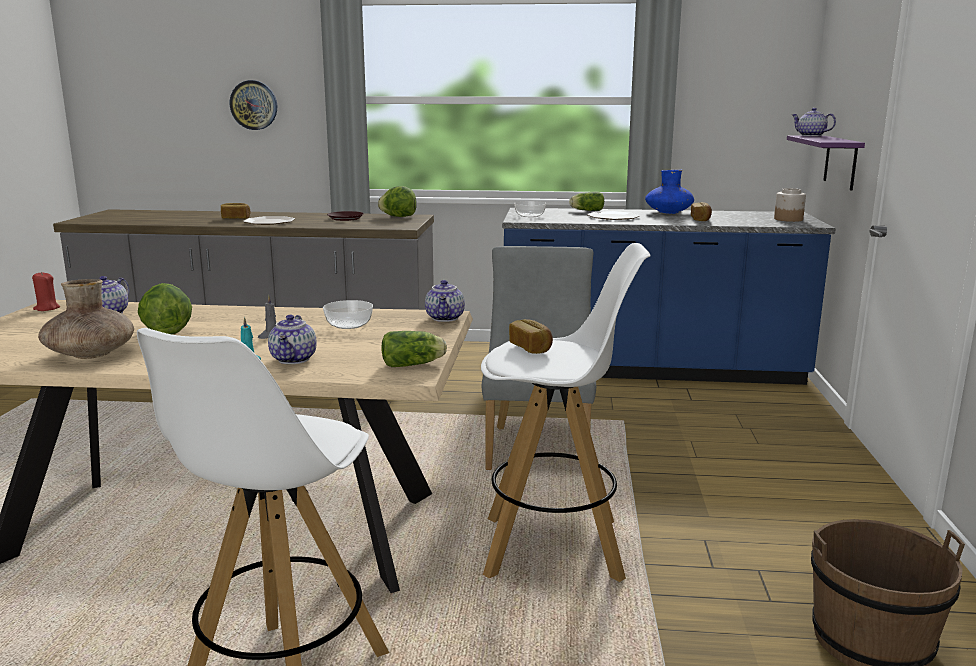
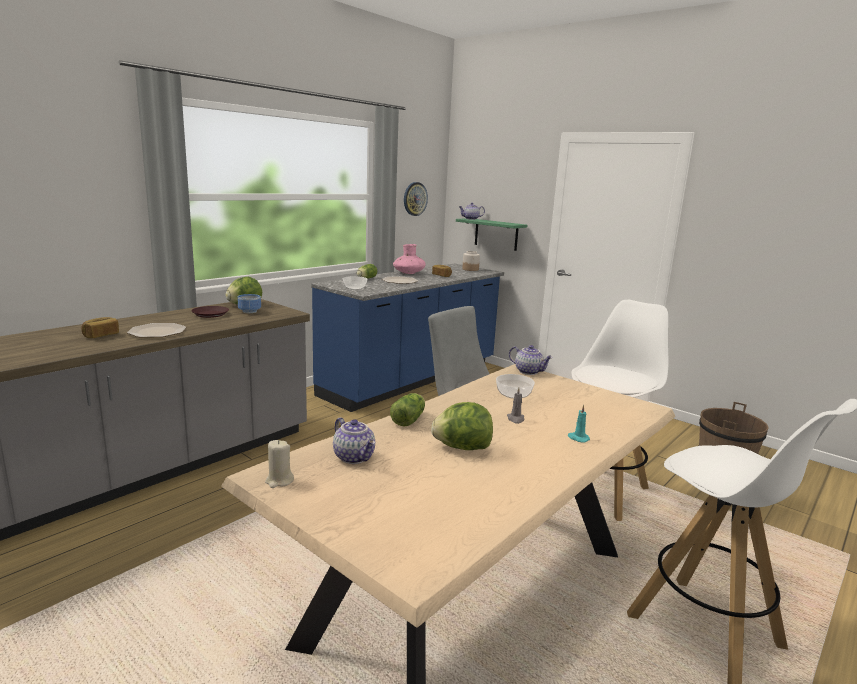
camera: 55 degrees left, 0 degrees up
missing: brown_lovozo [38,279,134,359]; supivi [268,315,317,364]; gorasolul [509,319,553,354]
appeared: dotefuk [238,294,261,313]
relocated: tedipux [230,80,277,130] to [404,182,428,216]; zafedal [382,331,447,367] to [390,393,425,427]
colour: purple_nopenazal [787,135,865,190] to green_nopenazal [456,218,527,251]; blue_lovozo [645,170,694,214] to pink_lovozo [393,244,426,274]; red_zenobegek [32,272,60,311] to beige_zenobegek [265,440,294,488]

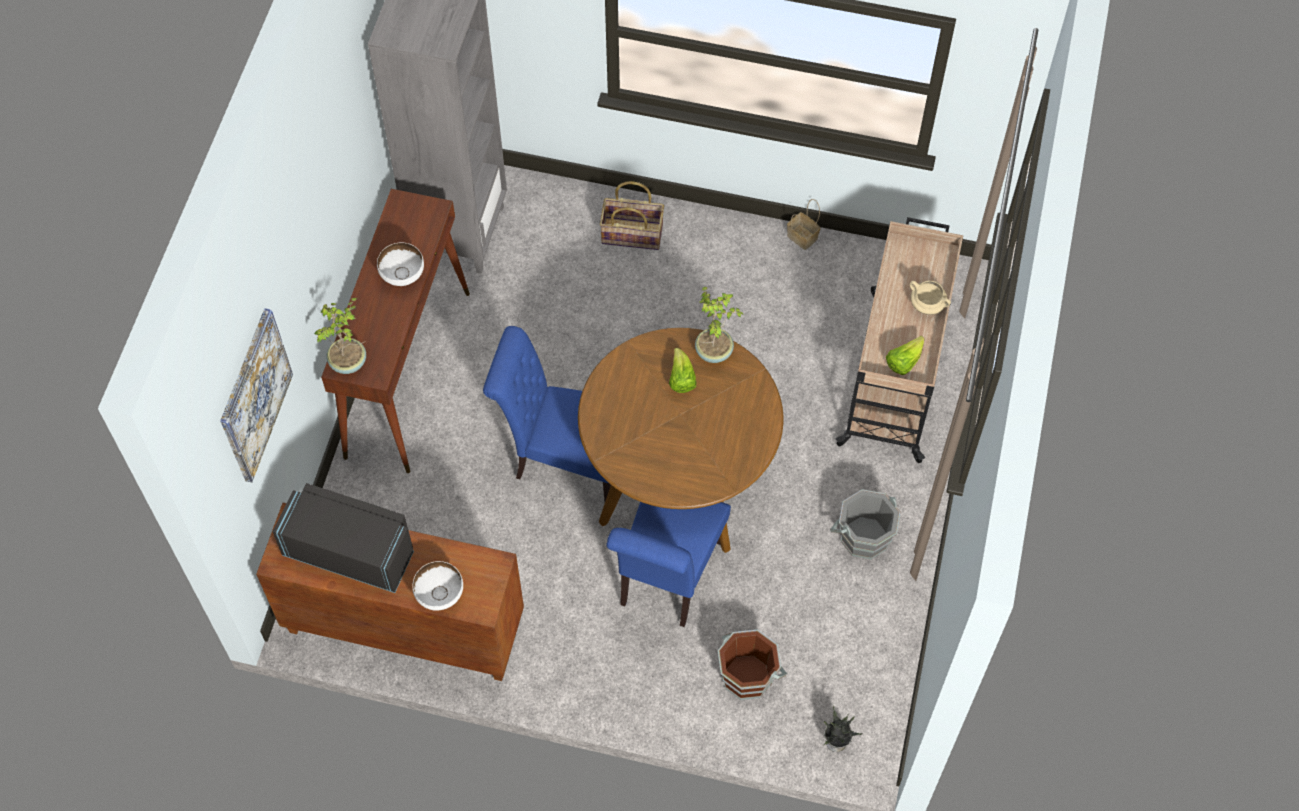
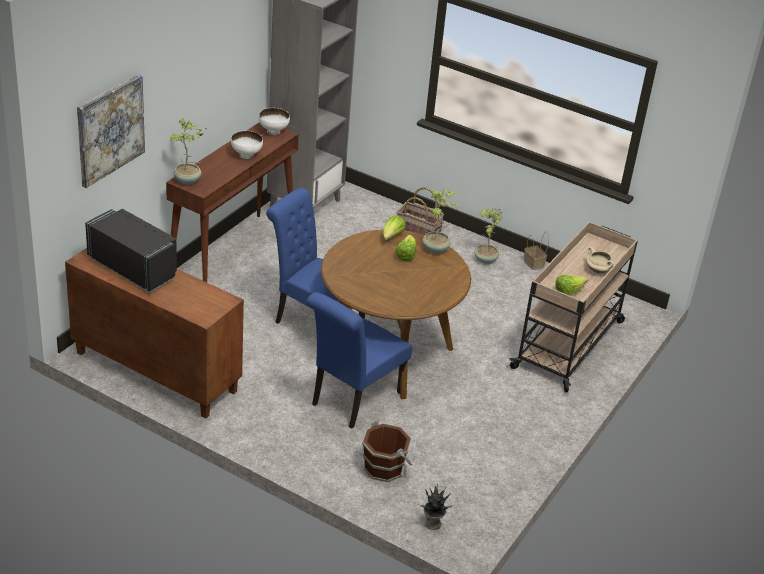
camera: 15 degrees right, 25 degrees down
missing: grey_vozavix [830,489,900,559]
appeared: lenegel [474,208,503,264]; zafedal [383,215,406,240]
relocated: white_dotefuk [412,561,463,611] to [259,108,290,135]

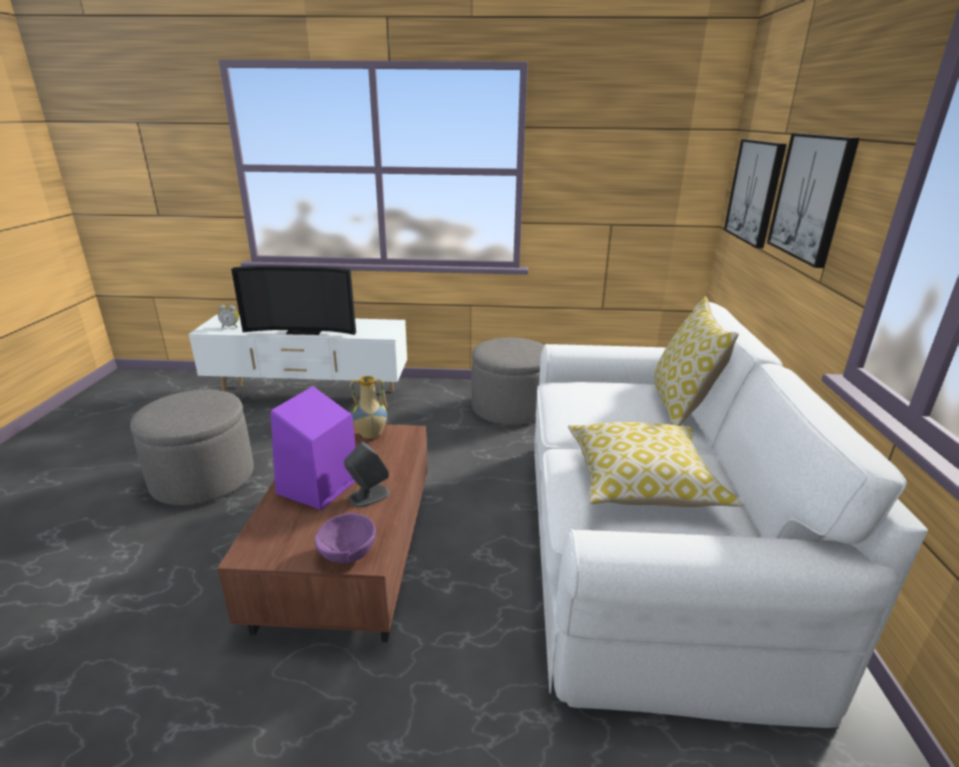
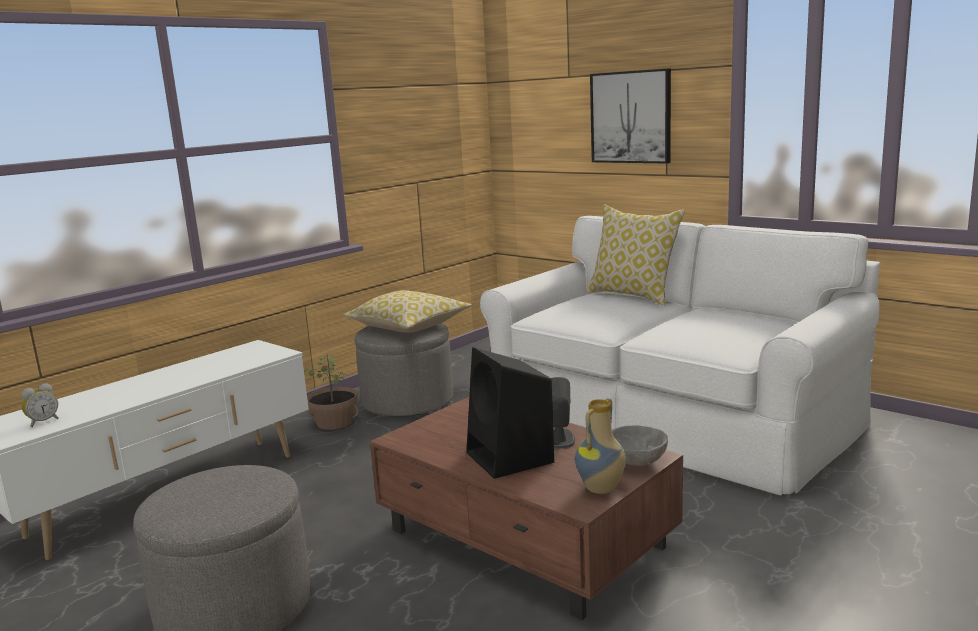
camera: 50 degrees left, 10 degrees down
missing: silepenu [724,139,787,248]; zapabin [231,266,356,335]
appeared: lenegel [304,352,359,430]
relocated: lovozo [350,376,387,439] to [575,398,626,494]; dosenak [568,422,743,507] to [344,290,471,332]
colour: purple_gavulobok [271,386,356,510] to black_gavulobok [466,347,554,479]; purple_dotefuk [315,513,376,563] to grey_dotefuk [612,425,668,466]

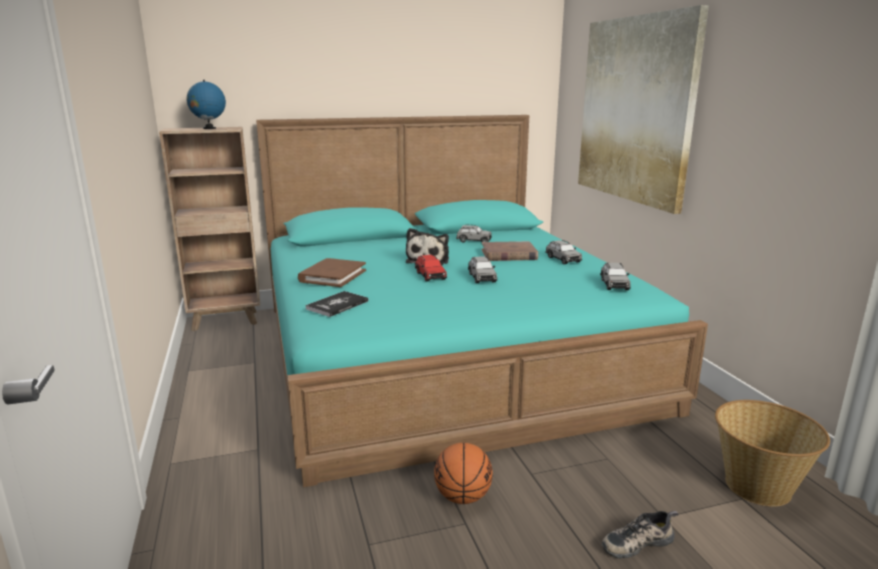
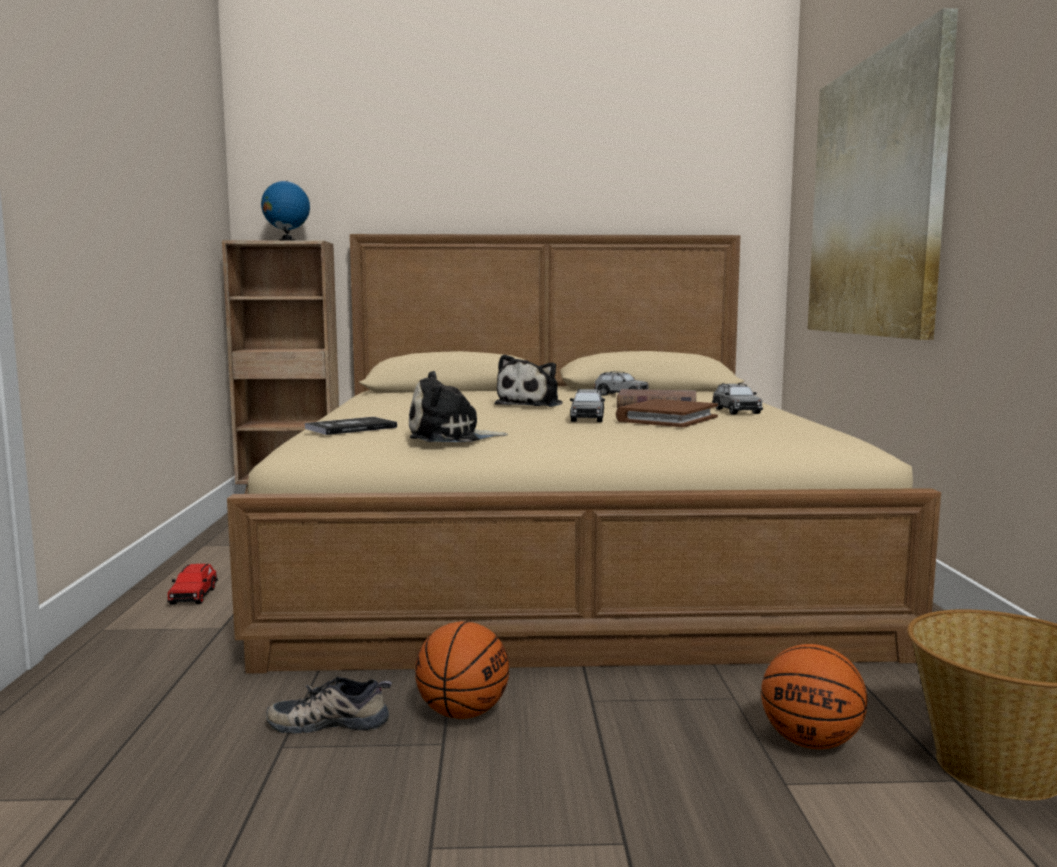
camera: 15 degrees right, 10 degrees down
missing: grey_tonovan [600,263,631,290]
appeared: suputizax [409,371,508,442]; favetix [761,644,867,749]
relocated: red_tonovan [415,255,447,282] to [167,564,218,605]; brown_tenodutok [298,258,366,287] to [616,399,718,427]; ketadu [602,511,679,558] to [266,677,392,734]
colour: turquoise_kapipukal [256,115,708,487] to beige_kapipukal [227,234,941,674]

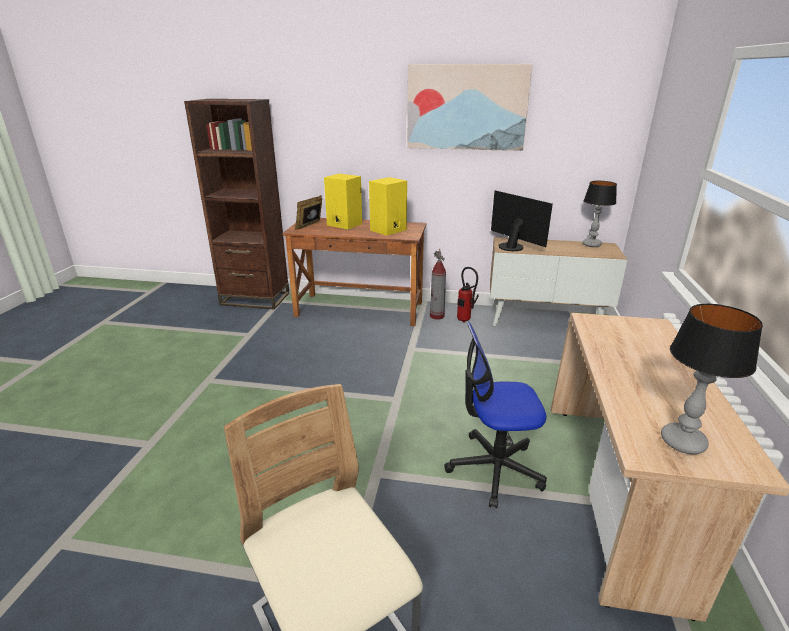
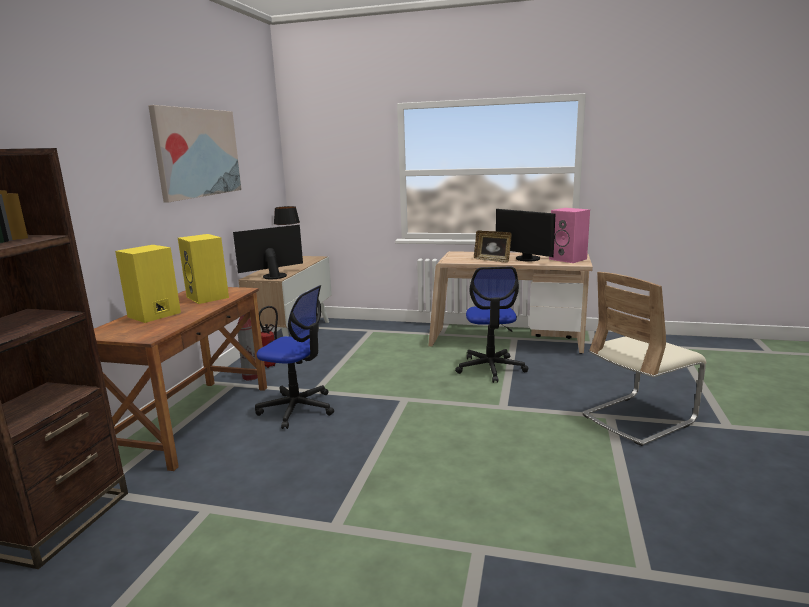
camera: 85 degrees left, 10 degrees down
appeared: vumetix [496,209,555,261]; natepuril [255,285,334,429]
relocated: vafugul [295,195,322,230] to [474,230,511,263]
exchanged: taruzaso [661,303,763,454] to pink_gavulobok [549,208,590,263]

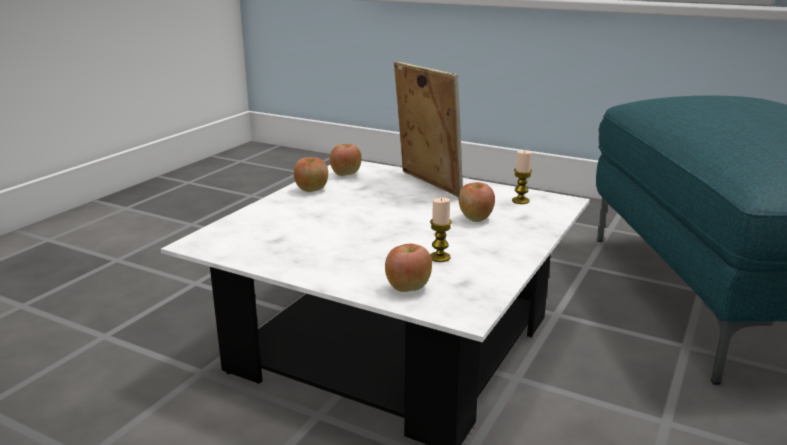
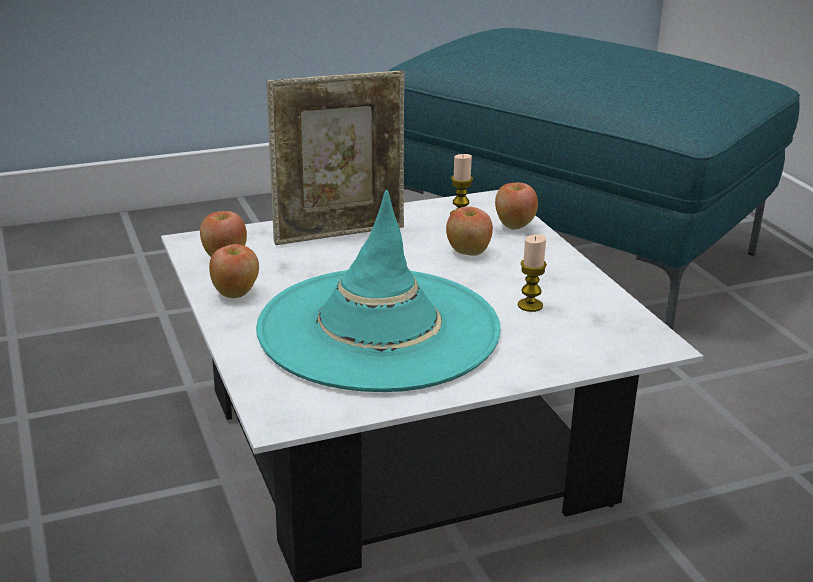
camera: 50 degrees left, 5 degrees up
appeared: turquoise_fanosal [256,190,500,392]
relocated: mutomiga [385,244,432,292] to [495,183,538,229]
spun: vafugul [394,61,463,197] = [266,71,405,245] 150 degrees clockwise

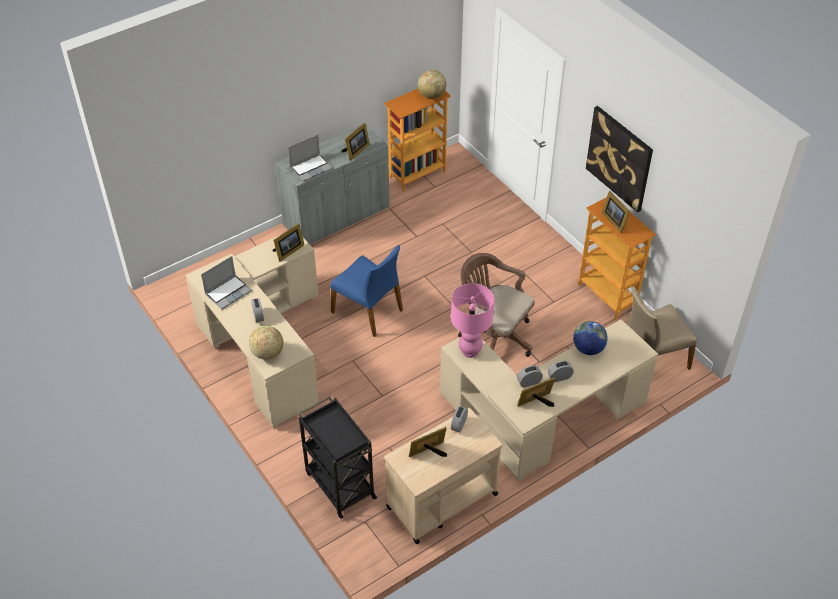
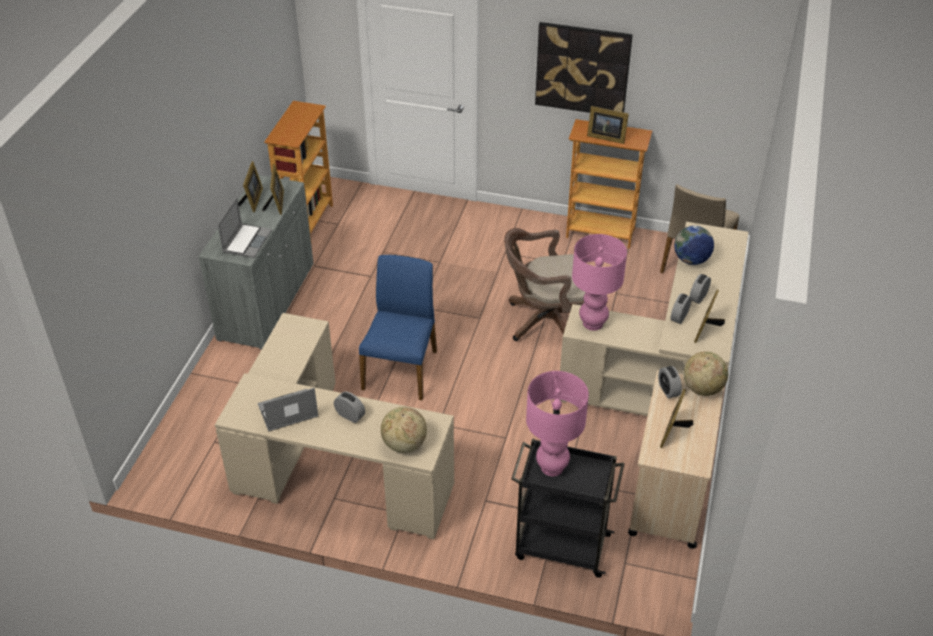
camera: 40 degrees left, 5 degrees down
appeared: pink_taruzaso [526,371,589,476]
relocated: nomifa [418,70,446,99] to [683,352,728,396]; vafugul [273,223,304,262] to [238,161,263,212]
spun: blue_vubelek [330,245,403,337] = [359,255,437,400] 75 degrees counterclockwise; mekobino [201,256,252,309] = [258,388,318,431] 120 degrees counterclockwise

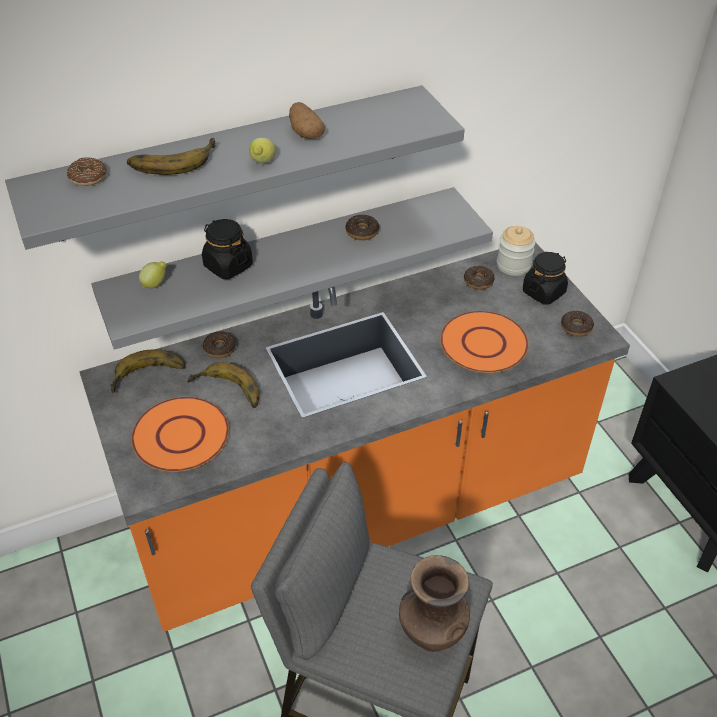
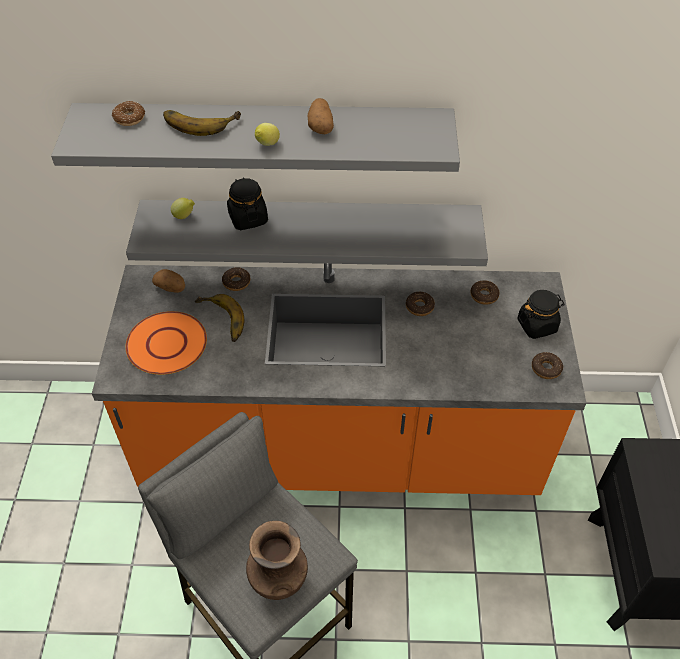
camera: 25 degrees right, 5 degrees up
missing: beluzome [497,226,535,276]; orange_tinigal [440,311,528,373]
relocated: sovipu [346,215,379,240] to [406,292,435,316]
exchanged: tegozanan [110,349,185,393] to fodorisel [152,269,185,293]

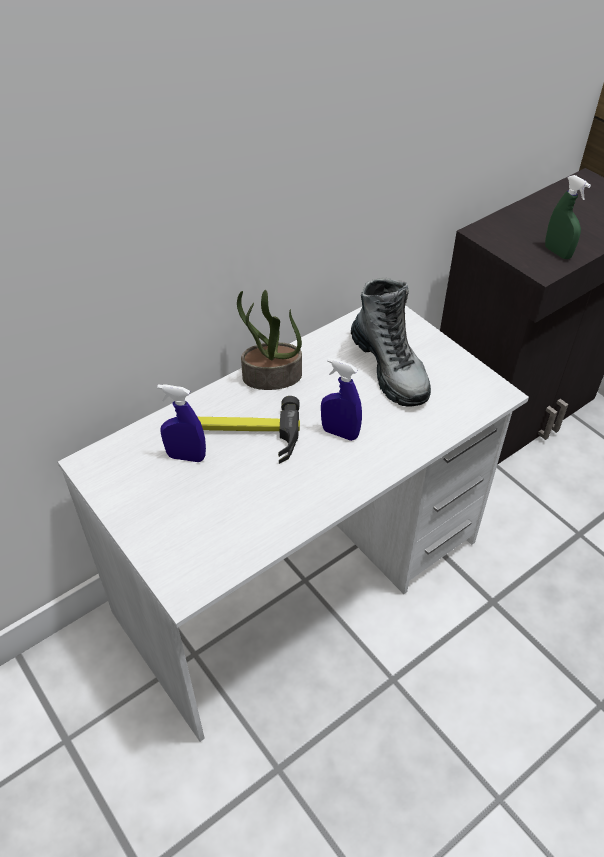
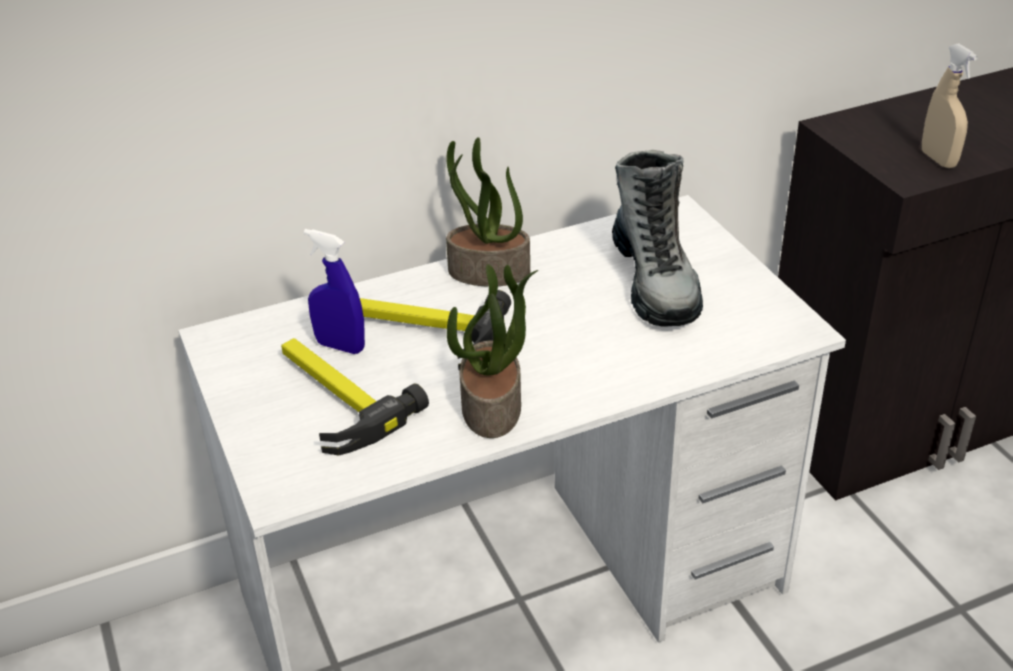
camera: 15 degrees right, 10 degrees down
missing: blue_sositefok [321,358,362,441]
appeared: lenegel [447,264,538,438]; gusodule [281,338,429,456]
colour: green_sositefok [545,175,591,259] to beige_sositefok [922,43,978,168]

